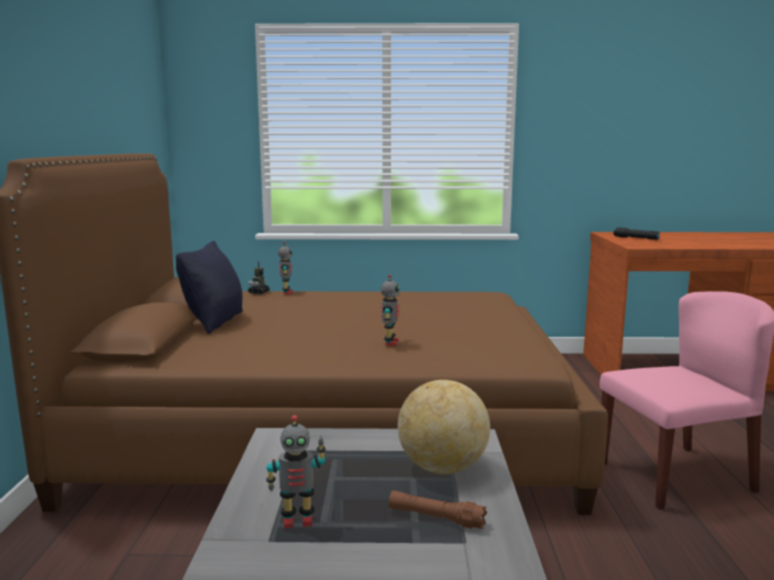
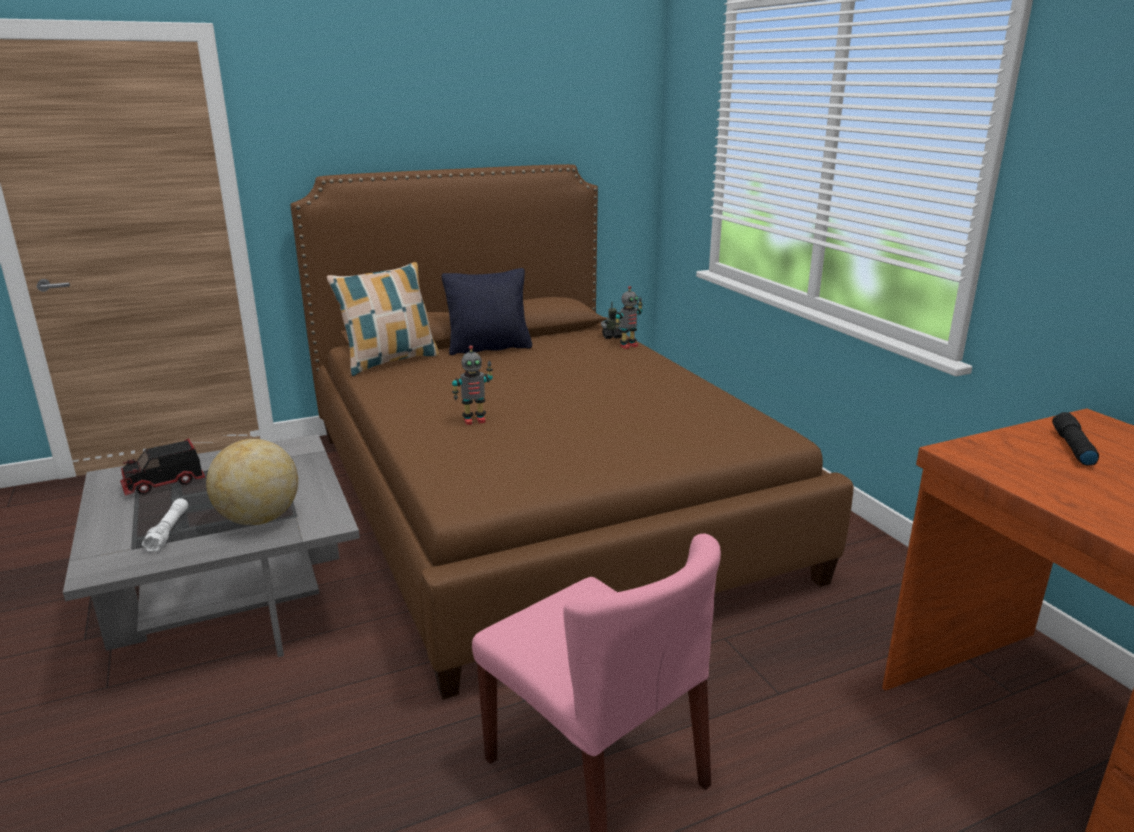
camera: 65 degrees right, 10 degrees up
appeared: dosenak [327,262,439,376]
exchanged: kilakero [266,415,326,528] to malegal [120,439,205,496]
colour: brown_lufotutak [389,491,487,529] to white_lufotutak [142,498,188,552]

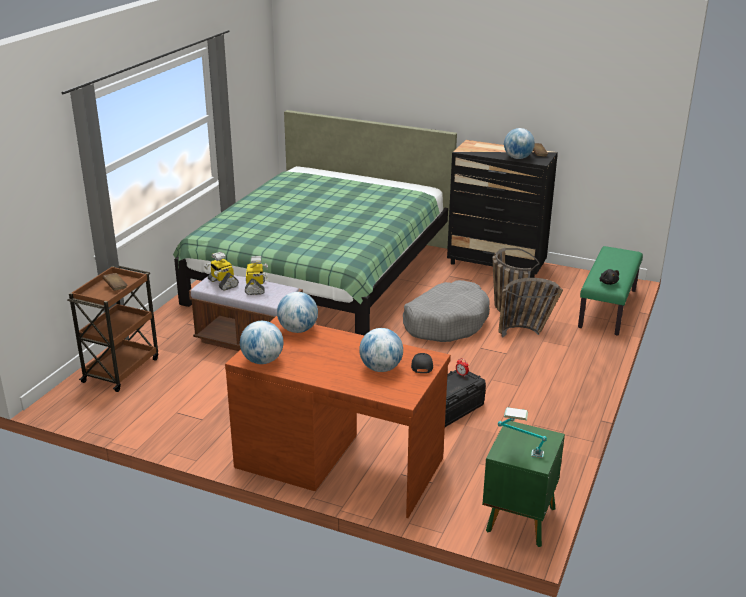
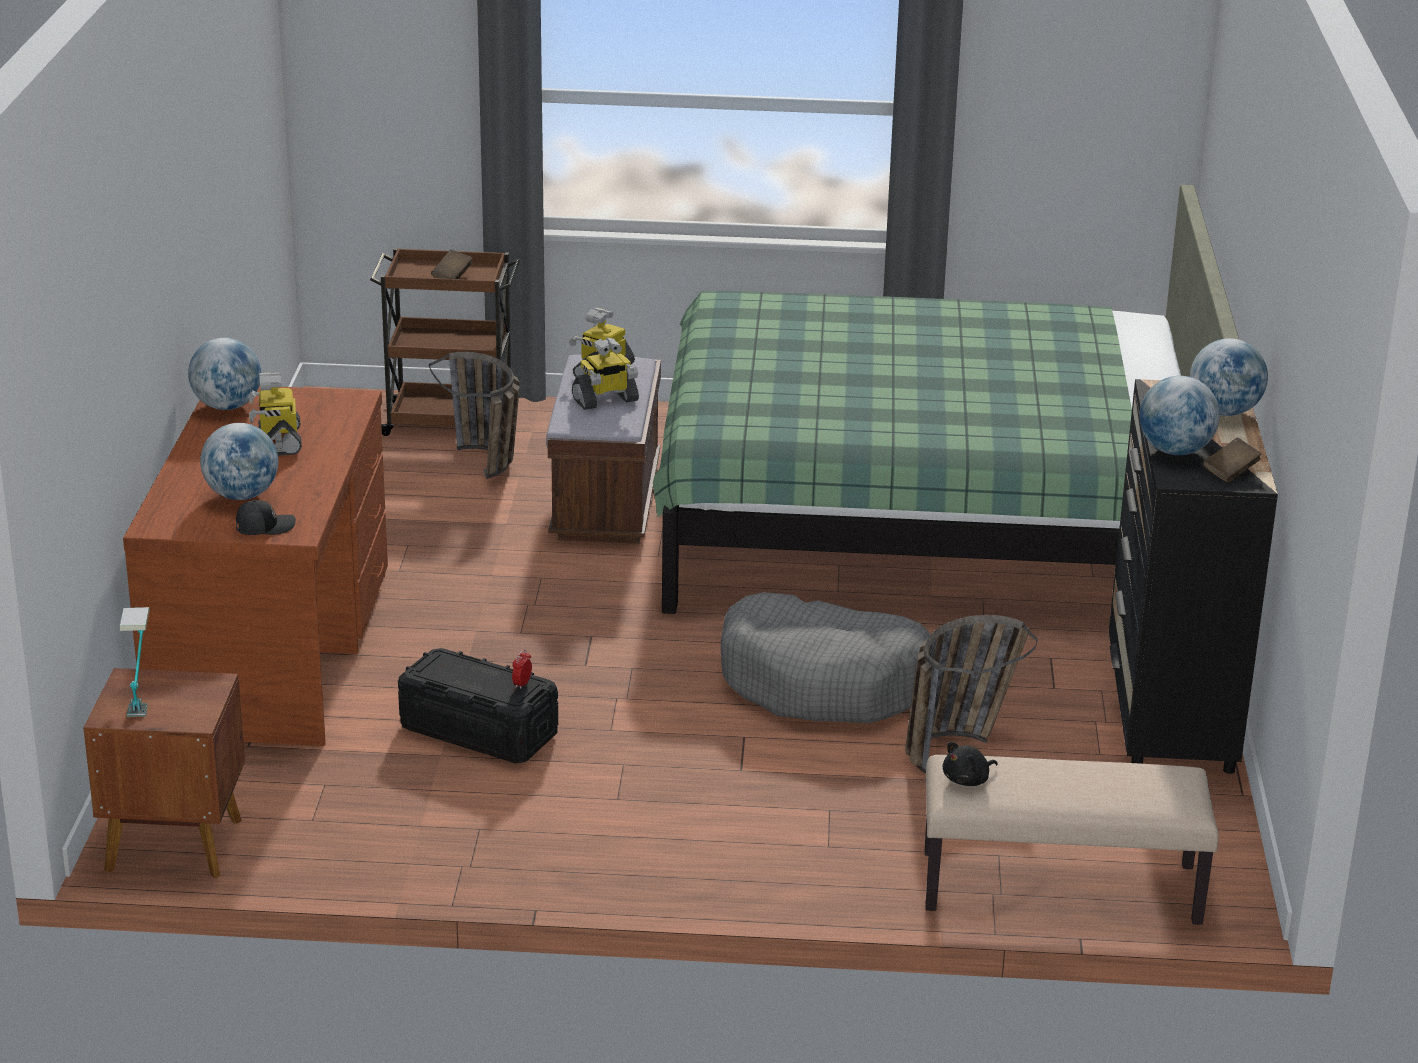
camera: 70 degrees right, 0 degrees up
appeared: kilakero [249,373,302,456]
relocated: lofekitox [498,278,563,338] to [429,352,520,479]; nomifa [277,292,318,333] to [1190,338,1268,416]
colour: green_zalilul [578,246,643,335] to beige_zalilul [925,755,1219,925]; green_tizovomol [482,421,565,547] to brown_tizovomol [83,668,245,878]

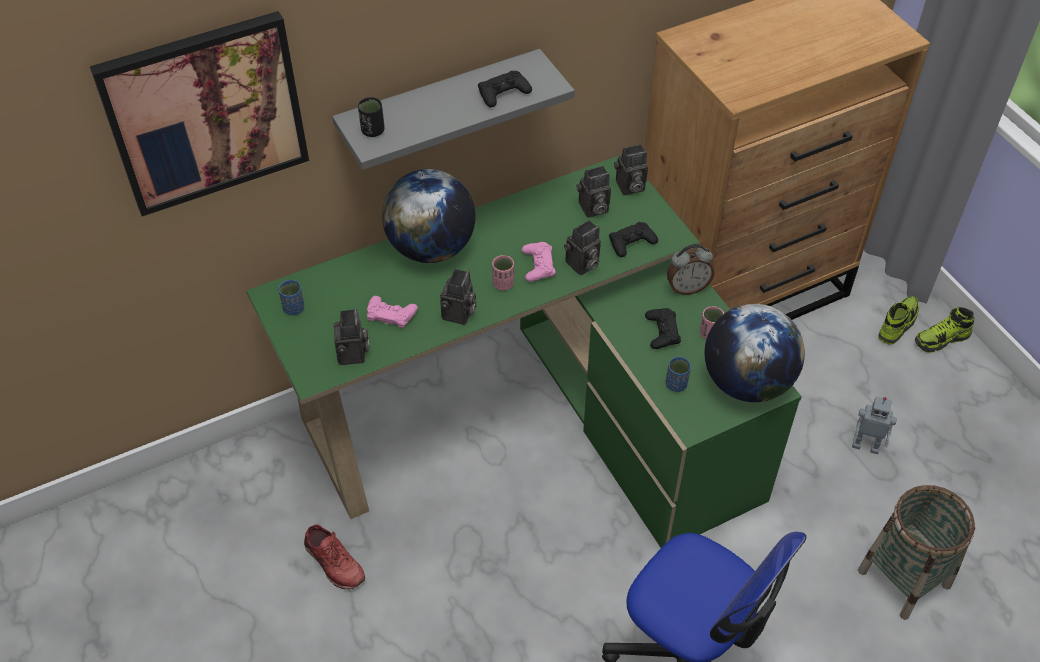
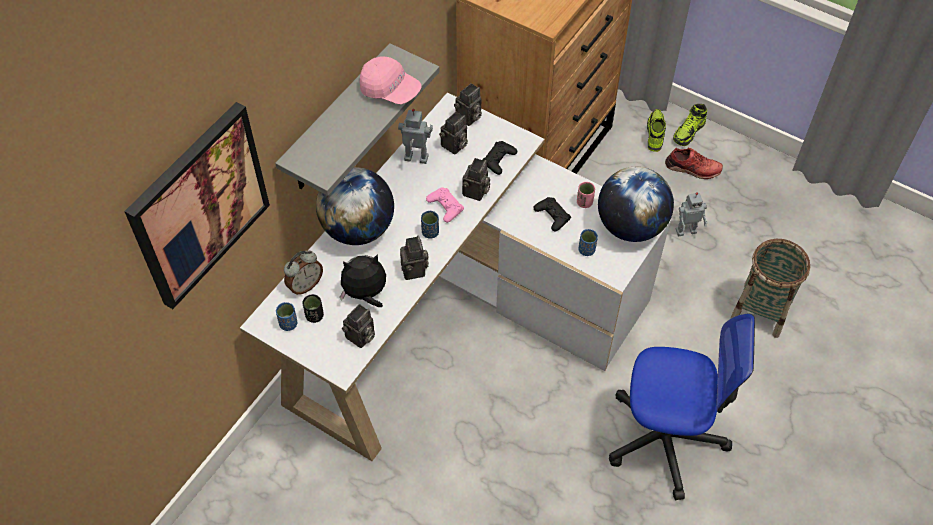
camera: 30 degrees left, 5 degrees up
appeared: kilakero [398,109,433,164]
relocated: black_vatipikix [358,97,384,137] to [303,294,324,323]; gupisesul [667,244,714,295] to [284,250,323,295]; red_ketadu [304,524,365,590] to [665,148,723,179]
exchanged: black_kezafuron [478,71,532,107] to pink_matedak [360,56,421,104]; pink_kezafuron [367,296,418,328] to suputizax [340,254,386,307]
colour: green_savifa [246,155,802,548] to white_savifa [240,92,671,461]; pink_vatipikix [492,255,514,290] to blue_vatipikix [421,211,439,239]
spun: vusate [334,308,370,365] = [342,304,375,348] 75 degrees clockwise

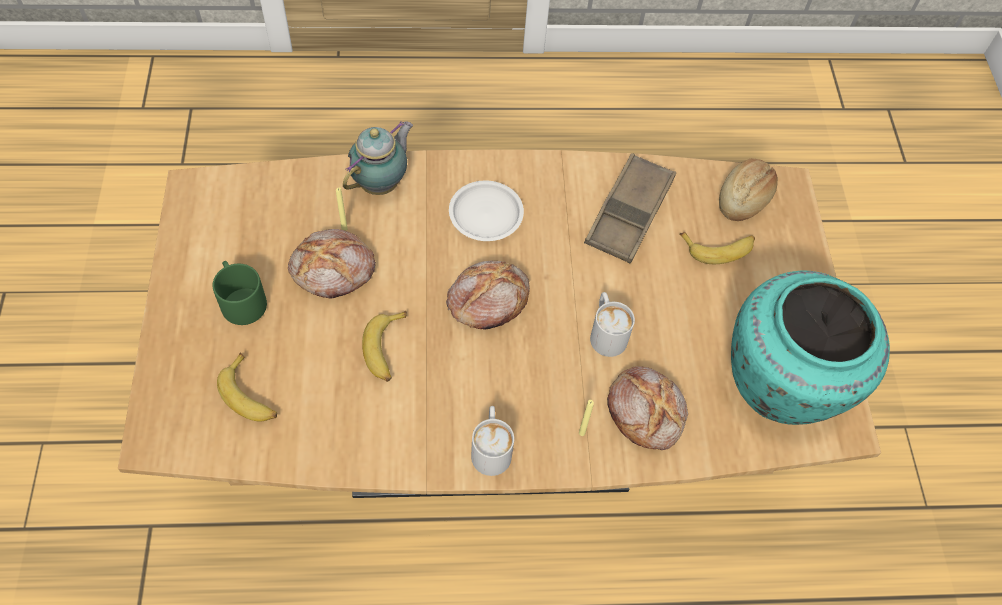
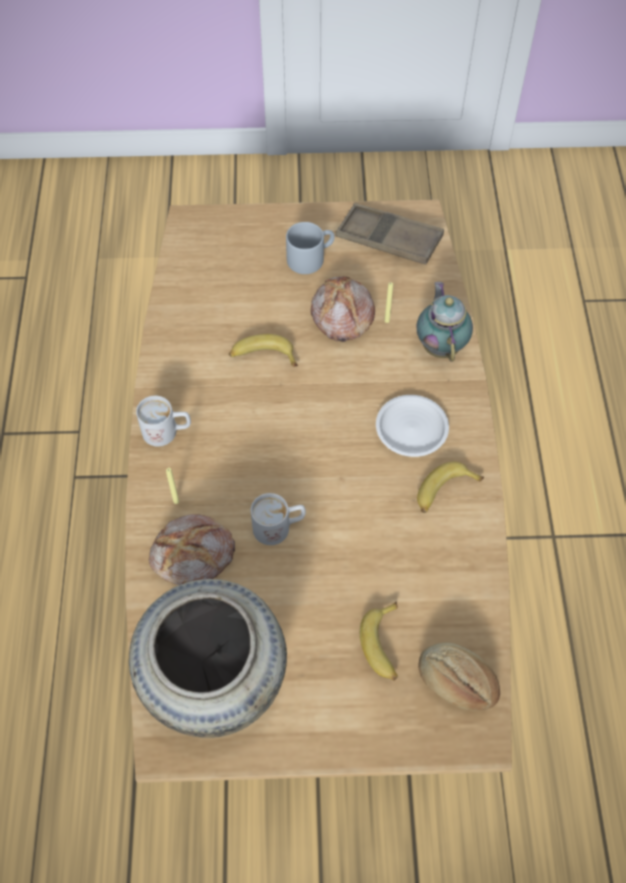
camera: 95 degrees right, 0 degrees up
missing: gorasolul [446,260,530,329]
relocated: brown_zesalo [584,153,676,263] to [336,203,444,265]; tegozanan [217,352,277,422] to [417,462,484,513]
colour: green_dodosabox [213,261,267,325] to grey_dodosabox [286,222,335,274]; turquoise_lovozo [731,270,890,425] to beige_lovozo [129,579,287,738]
spun: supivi [343,121,413,195] = [416,282,473,362] 135 degrees counterclockwise

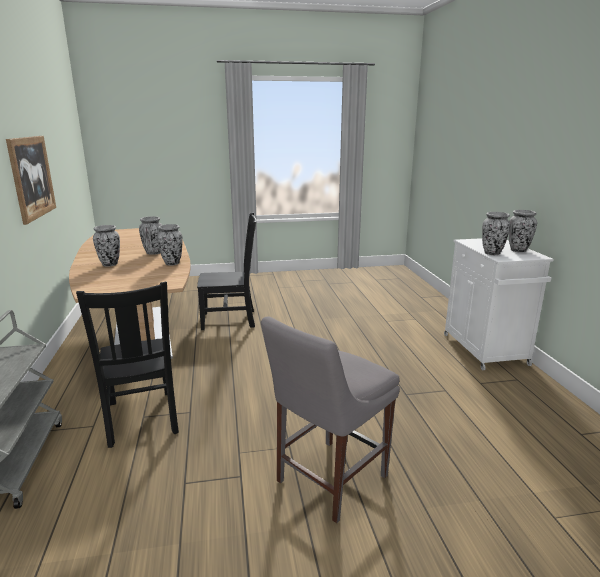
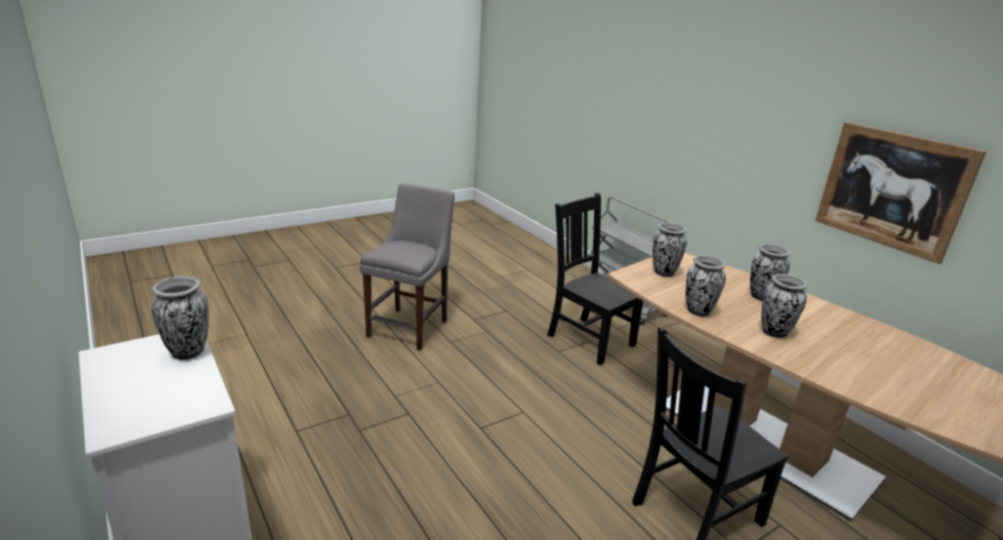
camera: 155 degrees right, 5 degrees up
relocated: lovozo [509,210,537,253] to [653,223,687,277]

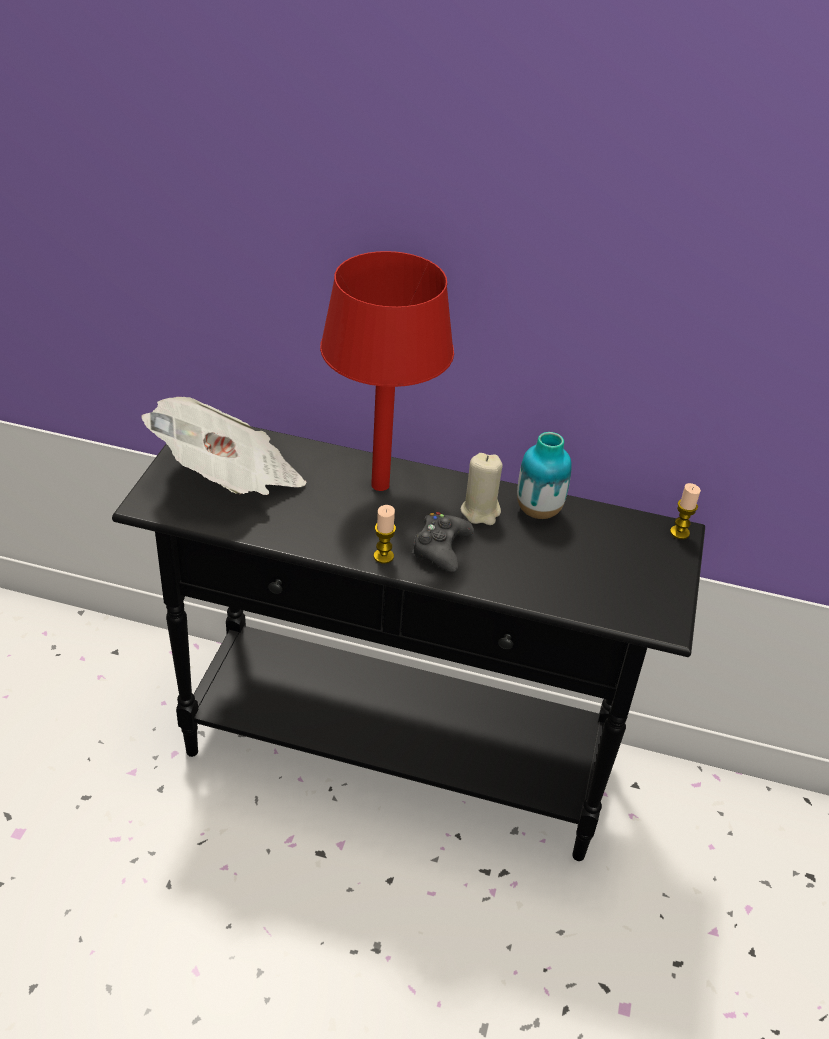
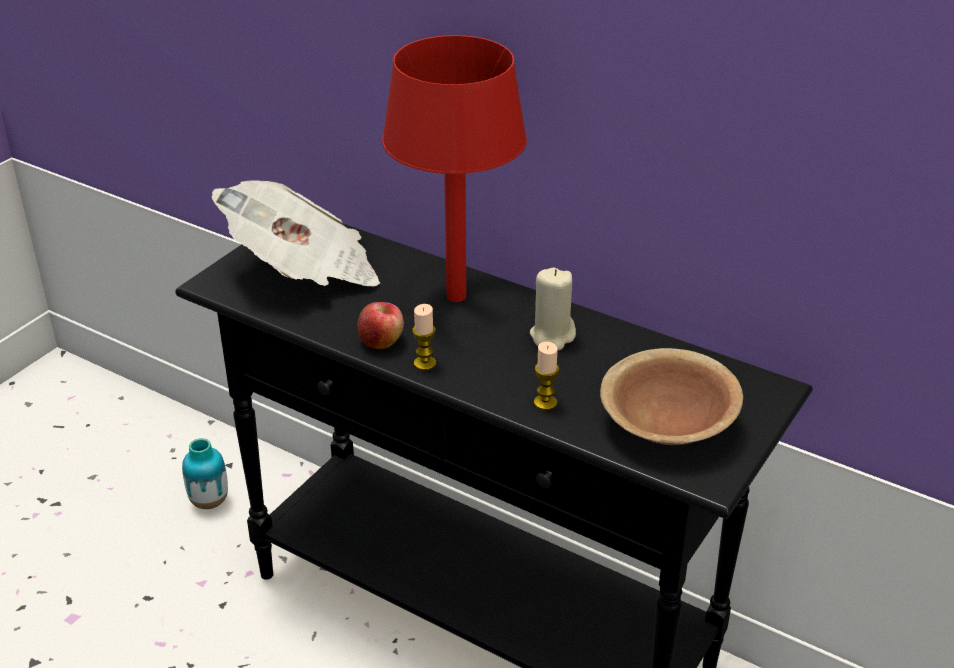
camera: 20 degrees right, 5 degrees down
missing: black_kezafuron [411,512,474,572]
appeared: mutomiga [357,302,404,349]; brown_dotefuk [600,348,743,445]
relocated: lovozo [517,432,572,519] to [182,438,228,509]; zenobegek [670,483,701,539] to [534,342,559,410]

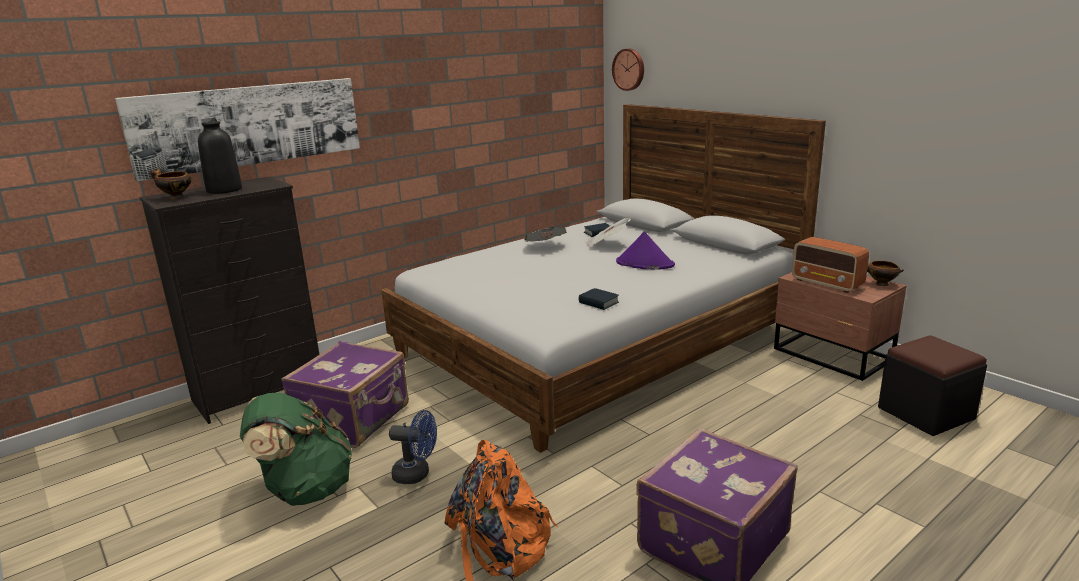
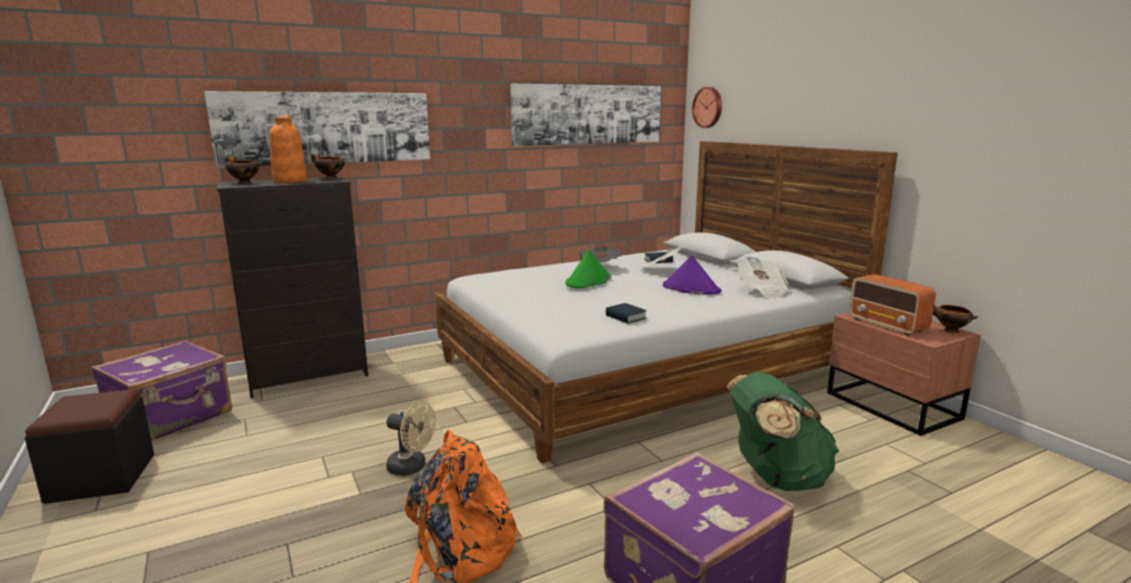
camera: 10 degrees right, 5 degrees down
appeared: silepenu [511,84,661,146]; dotefuk [311,153,345,179]; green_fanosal [565,249,611,288]; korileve [738,256,790,299]
relocated: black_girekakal [878,335,987,436] to [25,390,154,504]; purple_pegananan [281,341,409,448] to [91,340,232,441]; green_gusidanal [240,393,352,506] to [727,372,839,491]
colour: black_lovozo [198,118,242,194] to orange_lovozo [269,115,307,183]; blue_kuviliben [389,410,437,484] to beige_kuviliben [386,401,436,476]

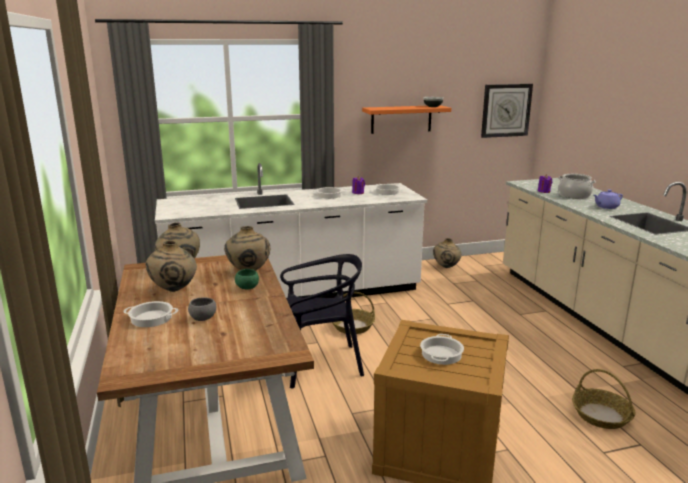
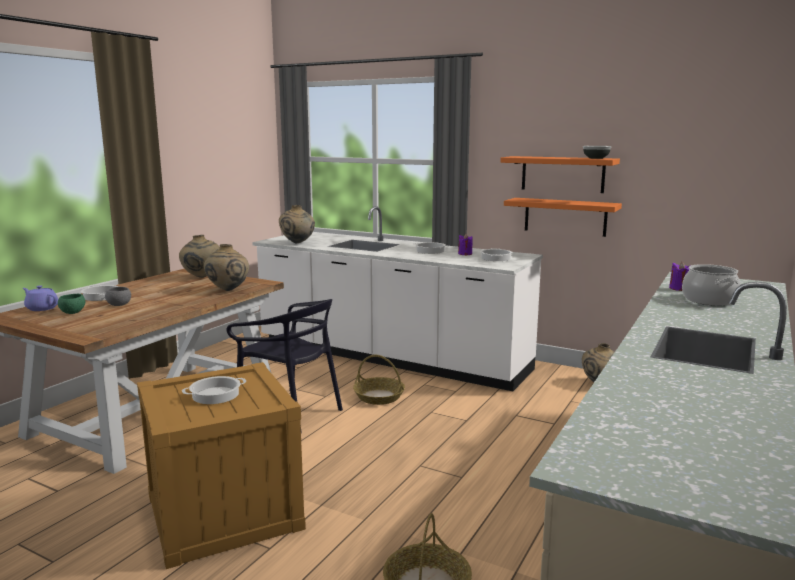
camera: 45 degrees right, 5 degrees down
missing: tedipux [481,84,533,138]
appeared: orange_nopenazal [504,198,622,237]
relocated: purple_supivi [594,189,623,209] to [23,285,58,311]; beige_lovozo [146,240,197,292] to [279,205,315,244]; green_dotefuk [235,269,259,290] to [58,294,85,314]

